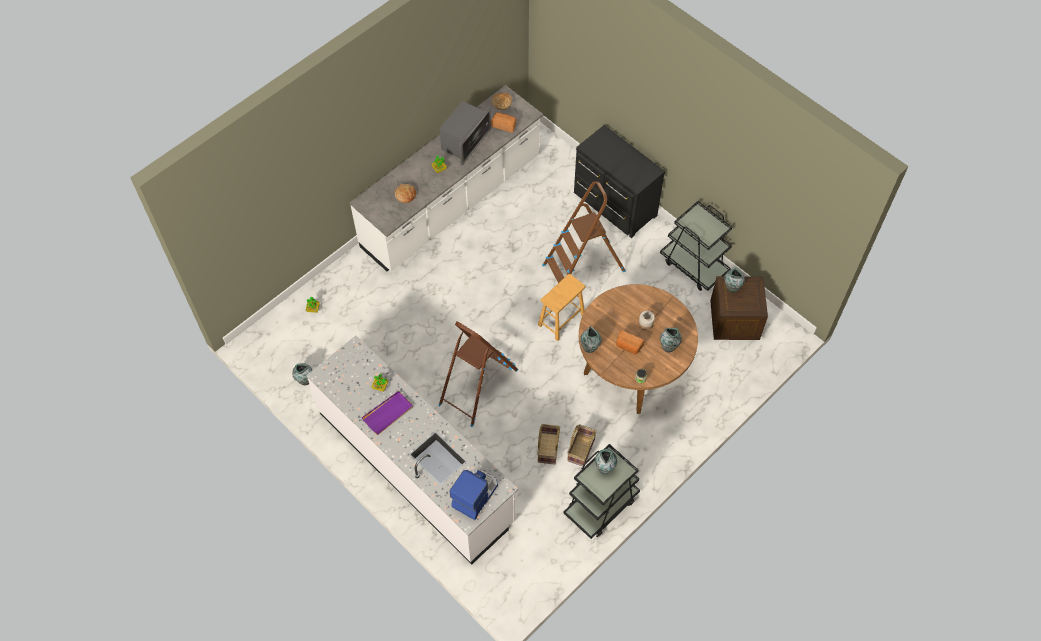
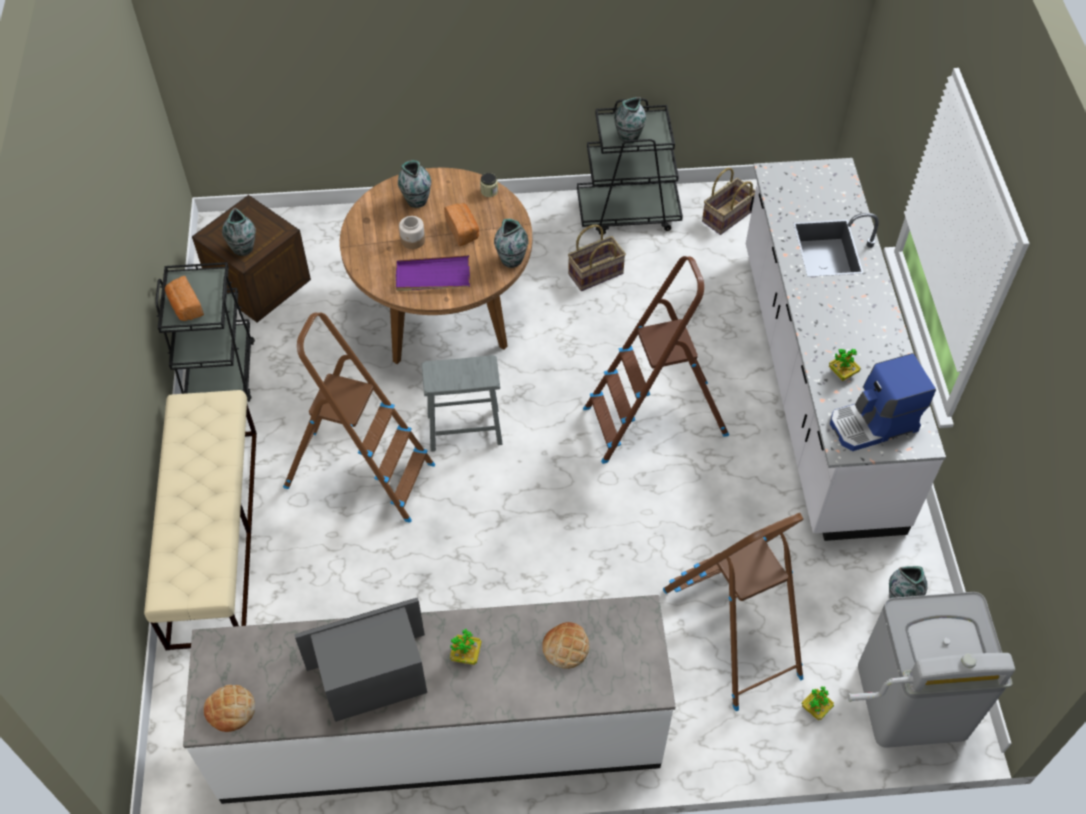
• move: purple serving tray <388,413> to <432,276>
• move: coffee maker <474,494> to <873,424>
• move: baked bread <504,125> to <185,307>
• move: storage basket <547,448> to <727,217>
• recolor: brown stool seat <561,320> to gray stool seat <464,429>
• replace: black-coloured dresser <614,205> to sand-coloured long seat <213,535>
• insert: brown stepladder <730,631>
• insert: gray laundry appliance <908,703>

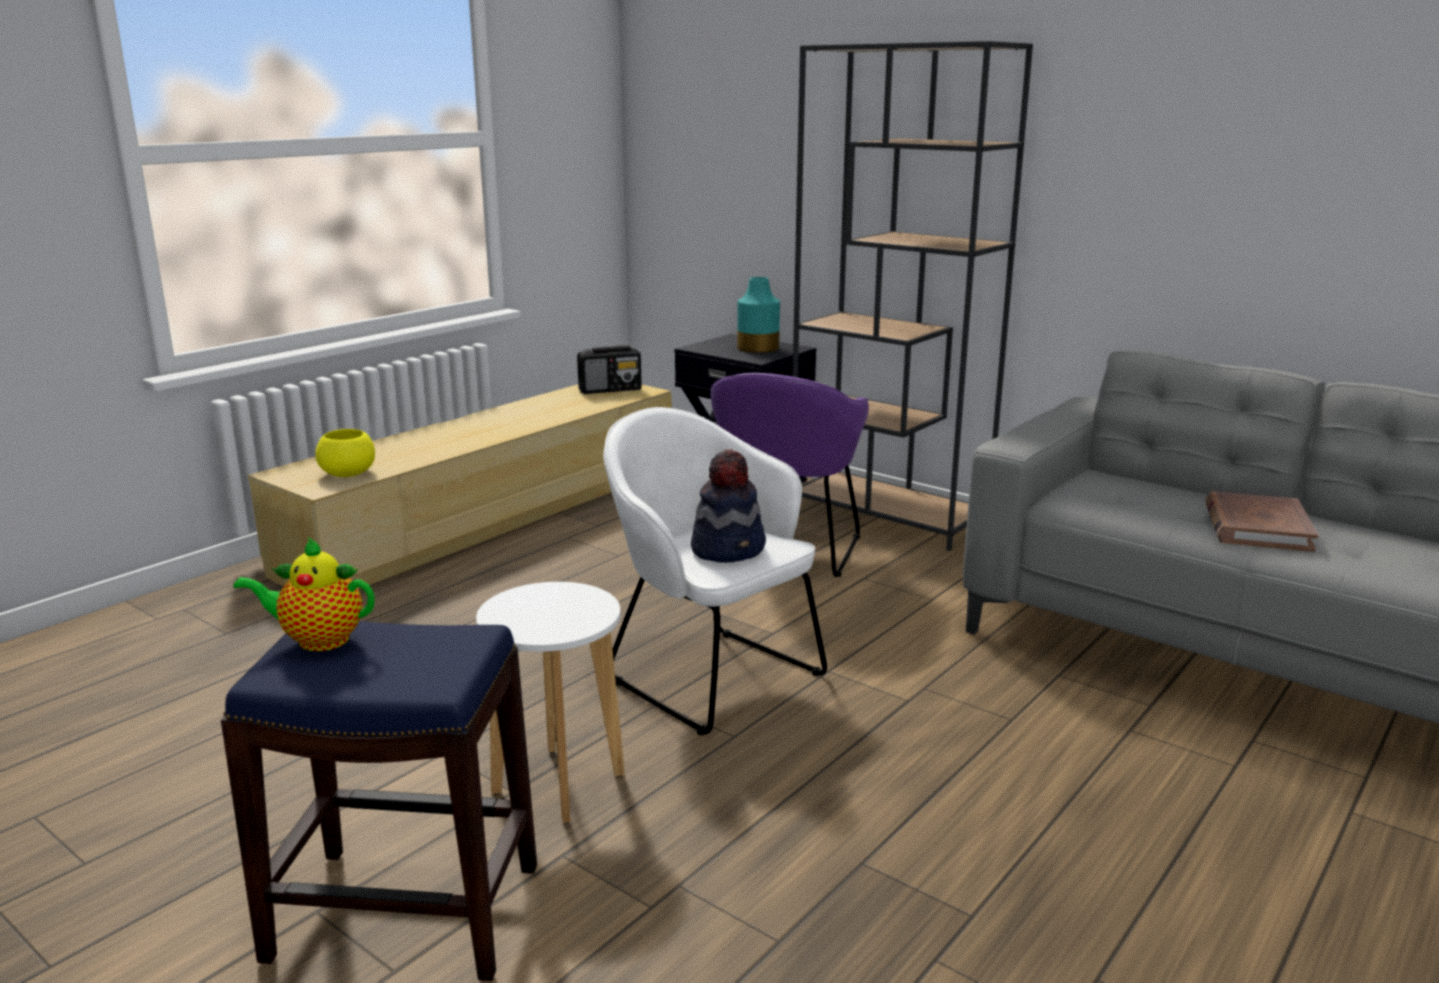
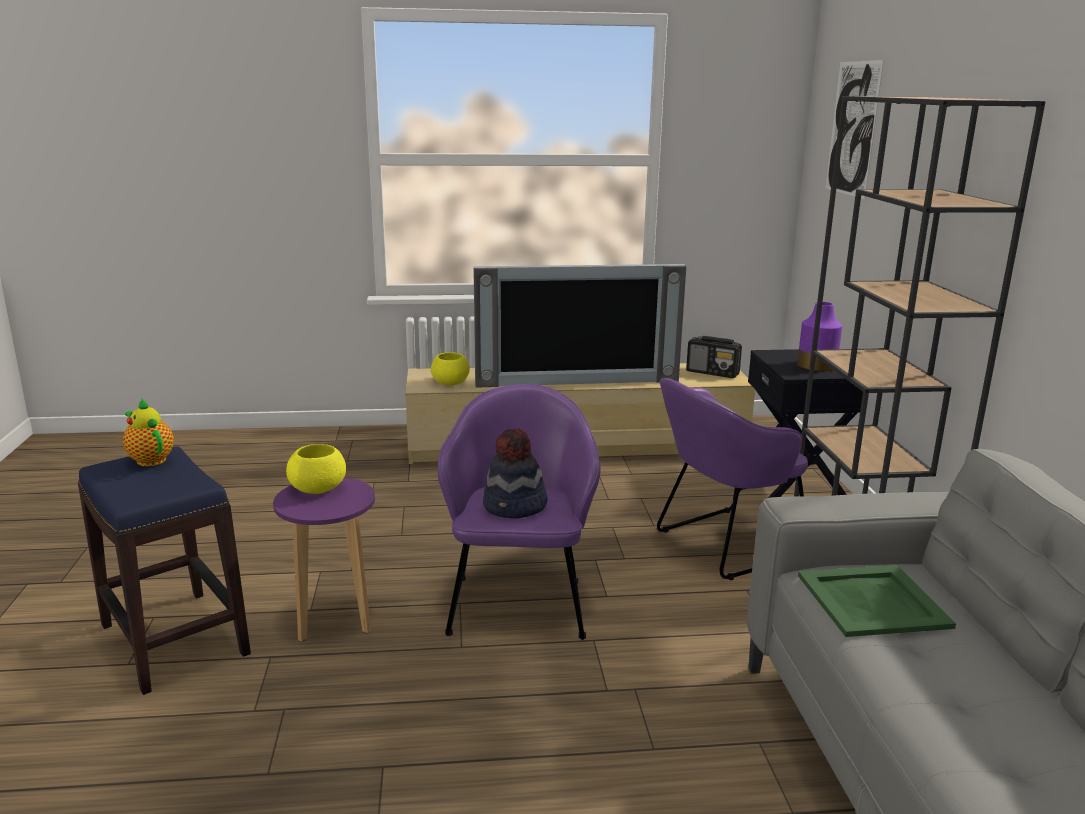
• recolor: white-coloured stool seat <557,784> to purple stool seat <334,618>
• recolor: white-coloured armchair <708,673> to purple armchair <519,600>
• recolor: turquoise-coloured flower vase <757,348> to purple flower vase <816,365>
• delete: brown bound book <1256,527>
• insert: yellowish bowl <319,489>
• insert: TV <576,380>
• insert: green-coloured serving tray <871,600>
• insert: wall picture <852,128>

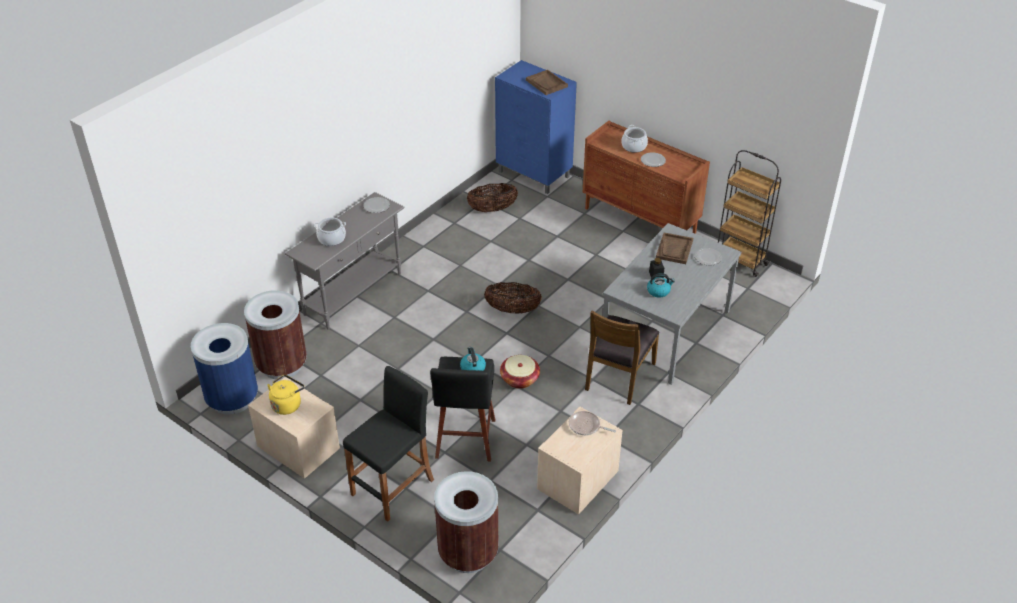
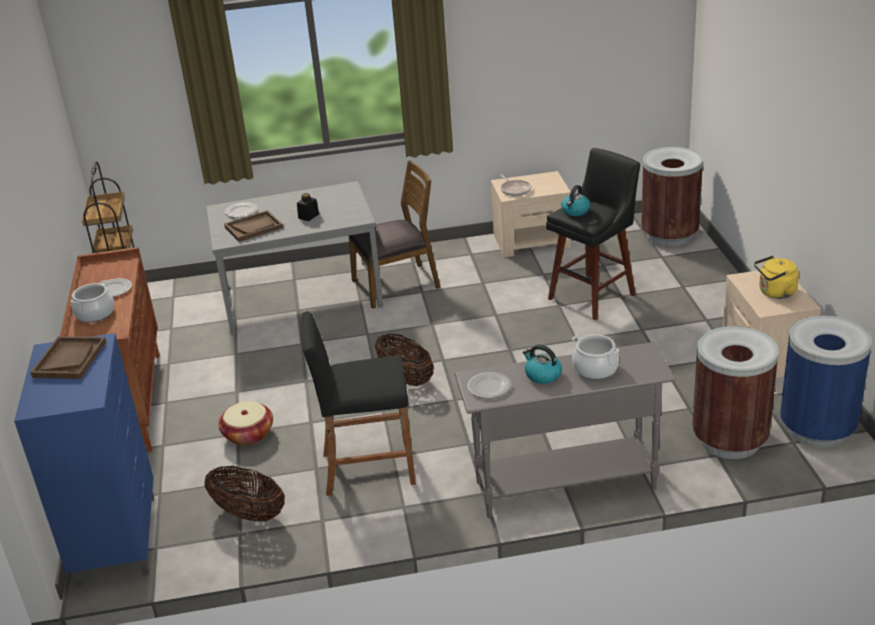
• move: black-coloured stool seat <393,487> to <368,468>
• move: storage basket <520,379> to <248,434>
• move: kettle <659,291> to <542,375>

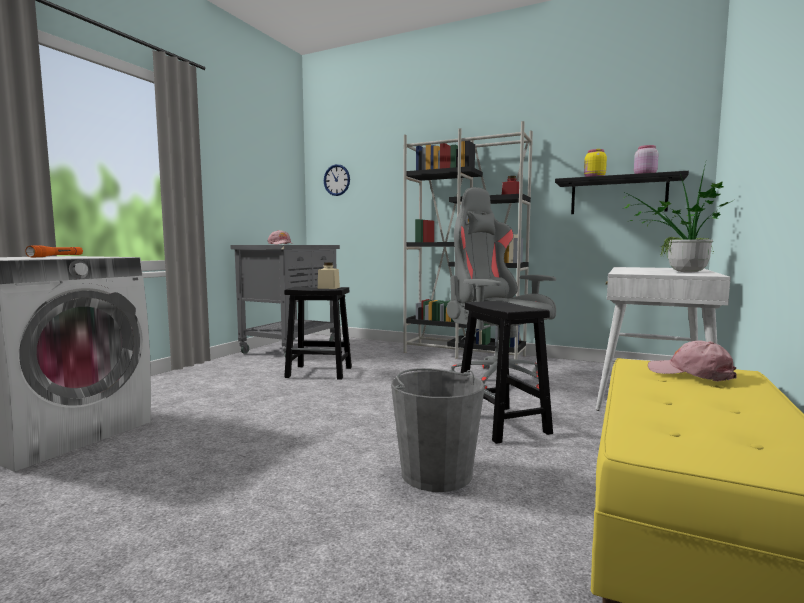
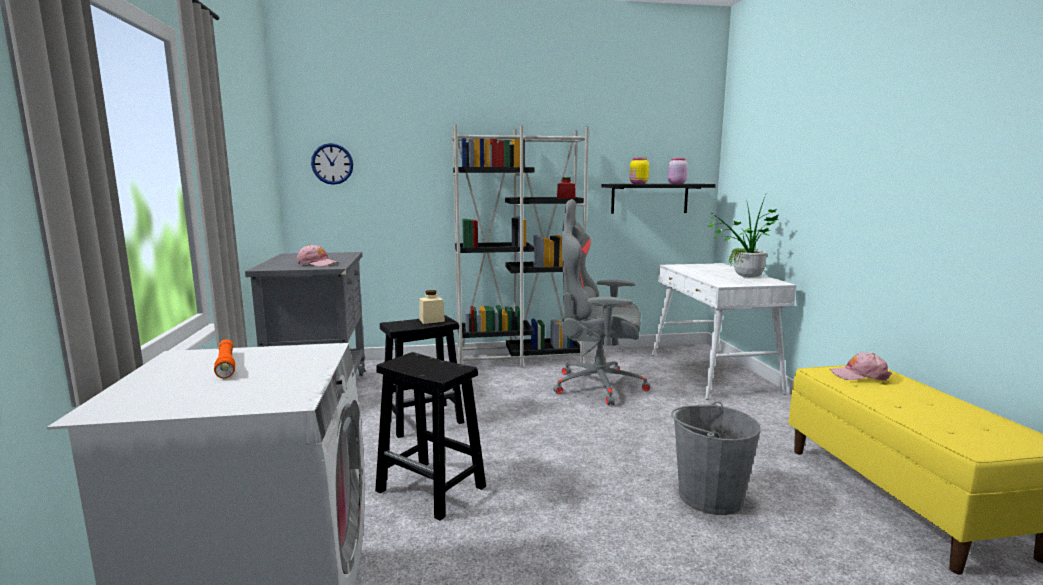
• move: black-coloured stool seat <502,424> to <432,489>

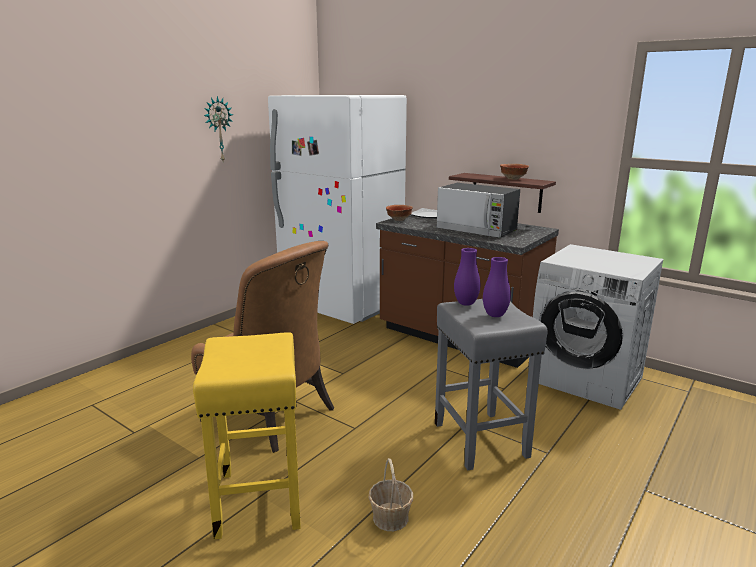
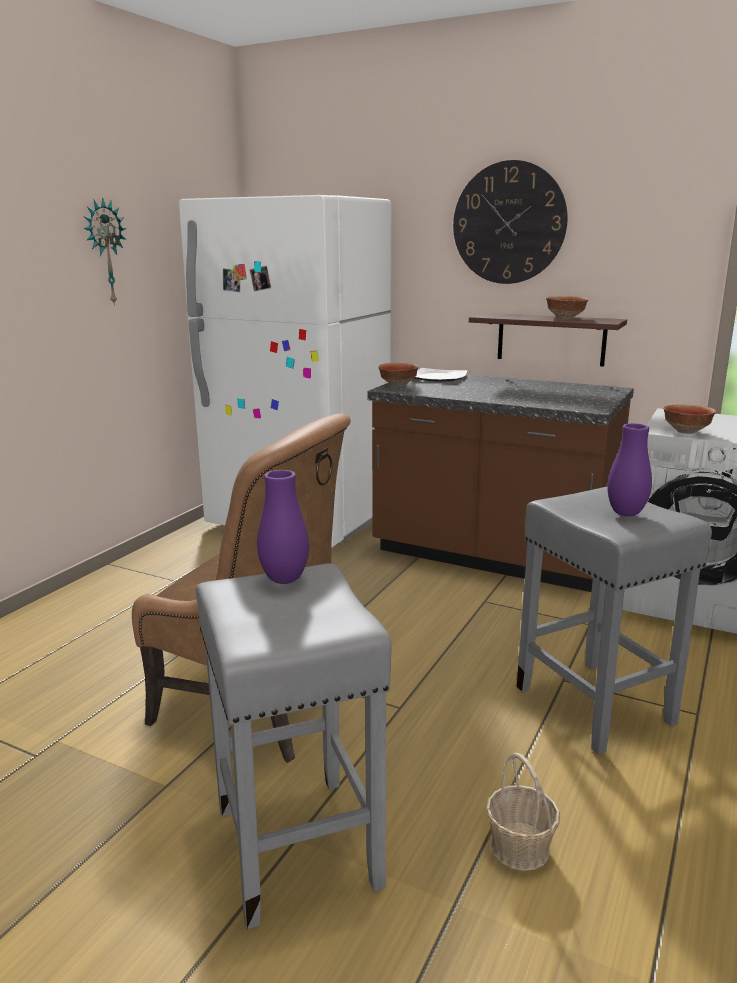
• recolor: yellowish stool seat <259,498> to gray stool seat <295,843>
• delete: microwave oven <476,230>
• move: purple flower vase <466,303> to <284,579>
• insert: hanging clock <509,223>
• insert: bowl <685,431>

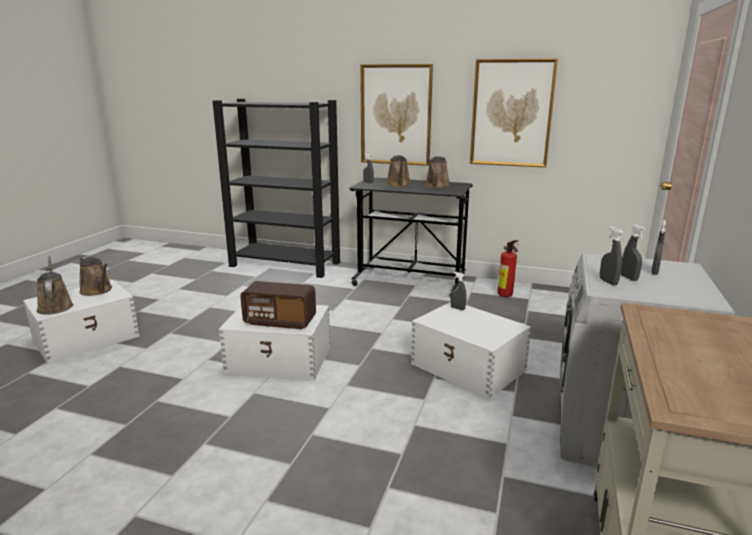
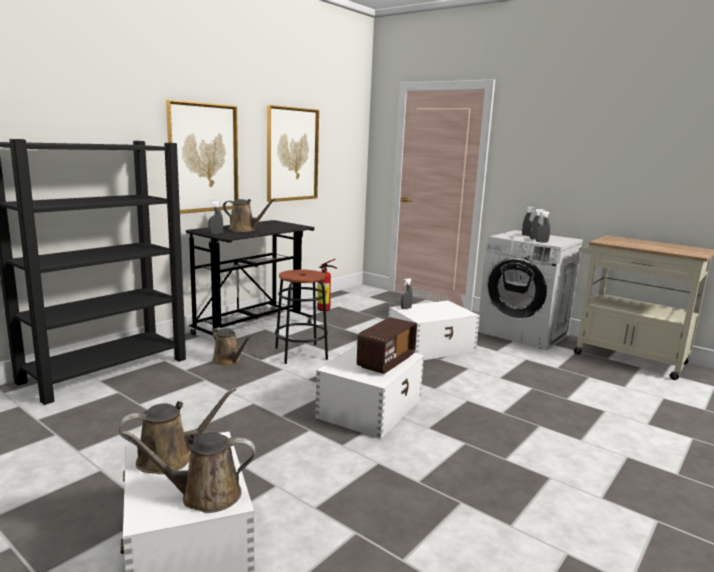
• move: brown watering pot <436,186> to <228,361>
• insert: black-coloured stool seat <301,353>

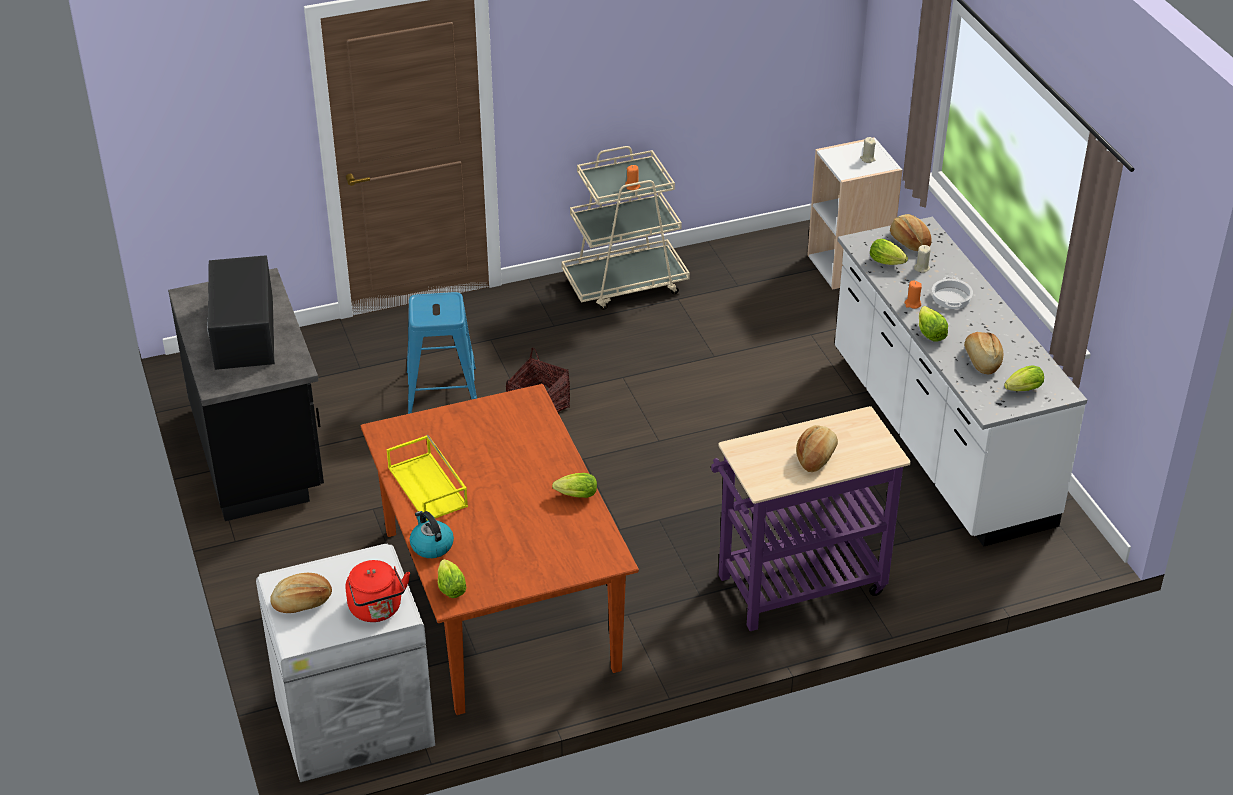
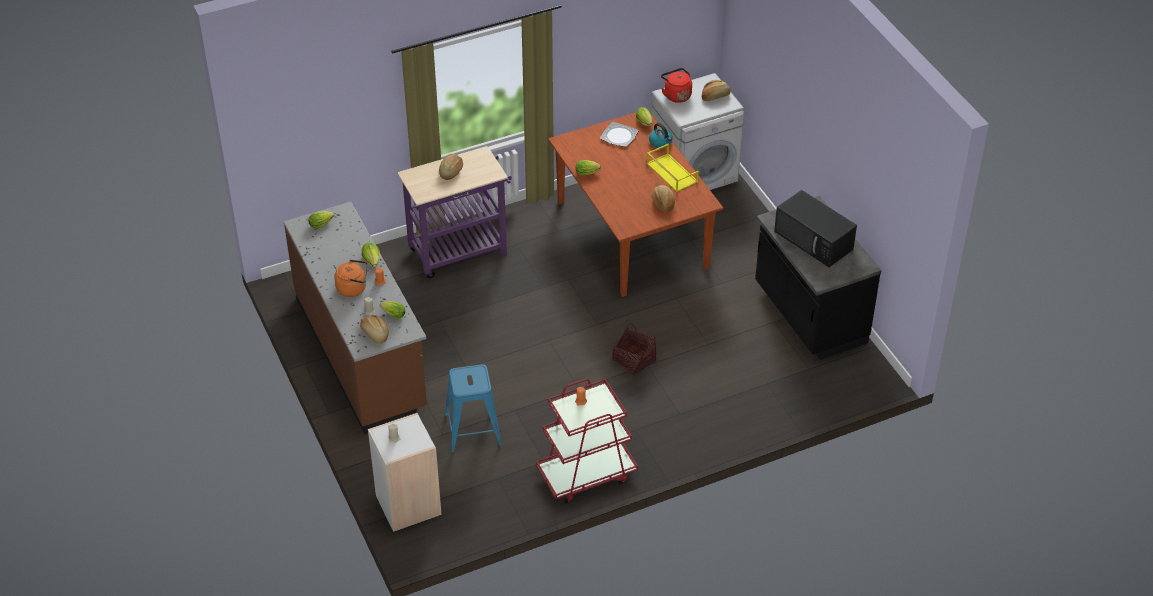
• rotate: black-coloured microwave oven <244,333> = <814,240> 150 degrees clockwise
• move: blue-coloured stool seat <441,391> to <473,430>
• recolor: sand-coloured wheeled cart <625,284> to red-coloured wheeled cart <586,474>
• recolor: white-coloured kitchen base unit <938,439> to brown kitchen base unit <361,353>
• replace: saucepot <950,297> to orange kettle <353,288>
• move: baked bread <981,360> to <663,203>
• insert: dinner plate <618,136>

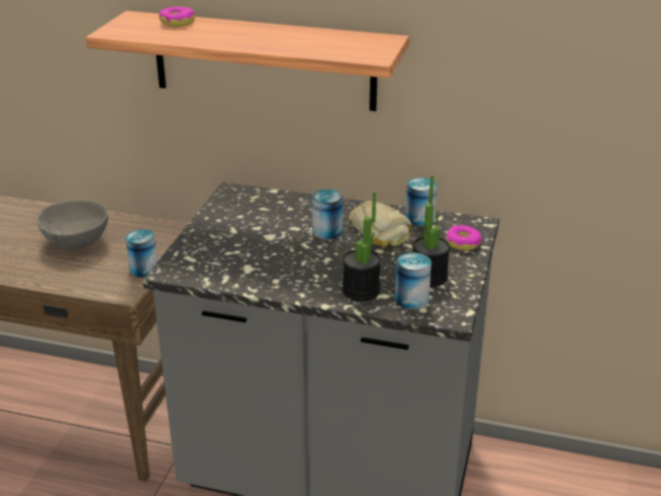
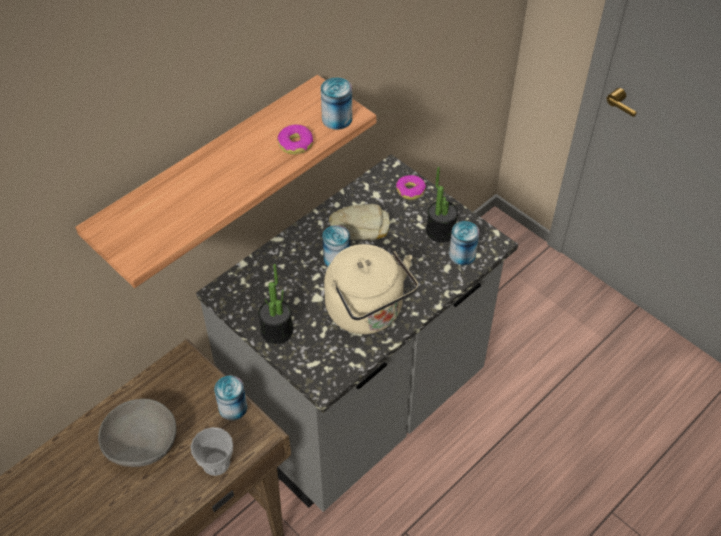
• move: ring doughnut <177,22> to <295,144>
• move: houseplant <361,290> to <277,331>
• move: metal can <420,219> to <337,119>
• insert: cup <216,463>
• insert: sand-coloured kettle <368,313>

